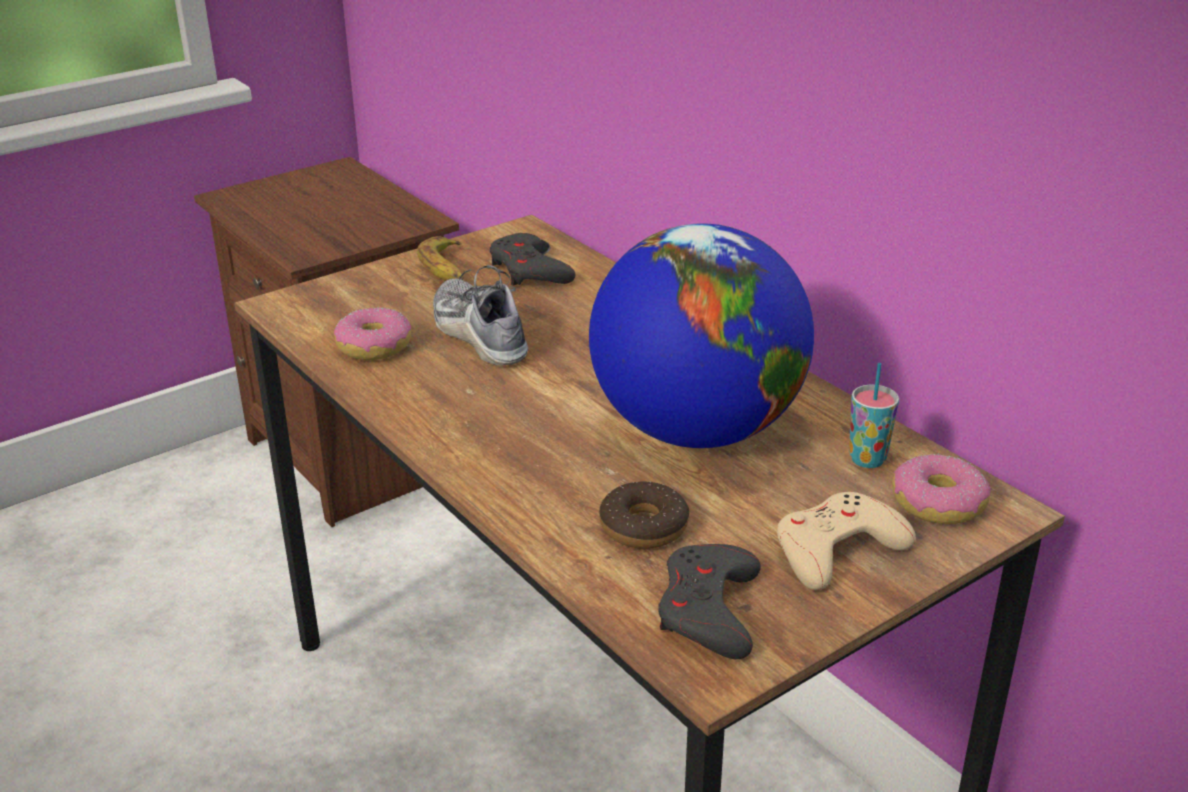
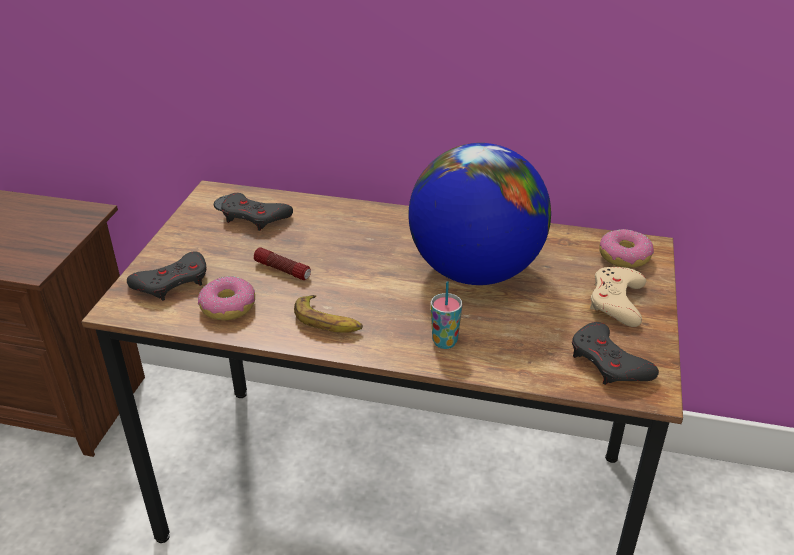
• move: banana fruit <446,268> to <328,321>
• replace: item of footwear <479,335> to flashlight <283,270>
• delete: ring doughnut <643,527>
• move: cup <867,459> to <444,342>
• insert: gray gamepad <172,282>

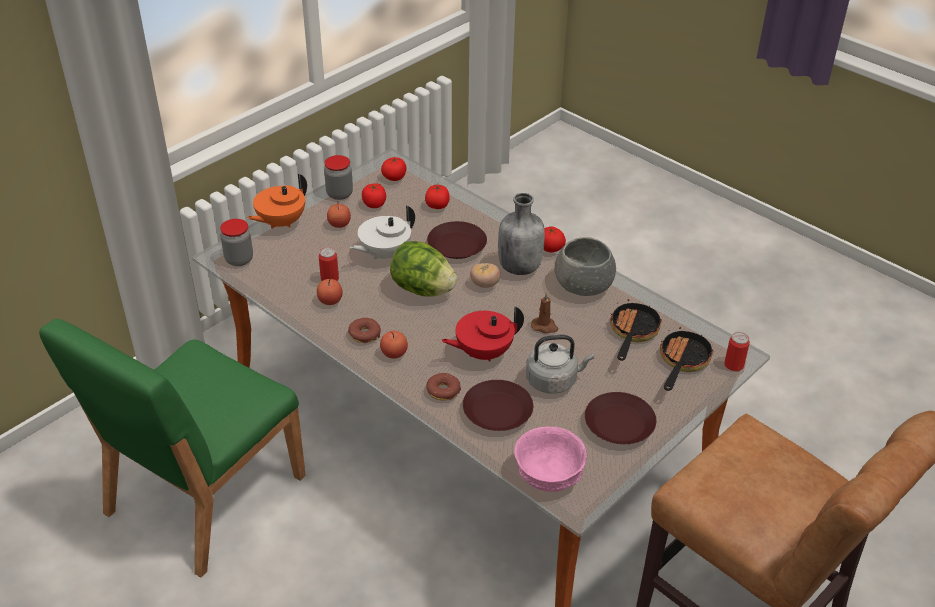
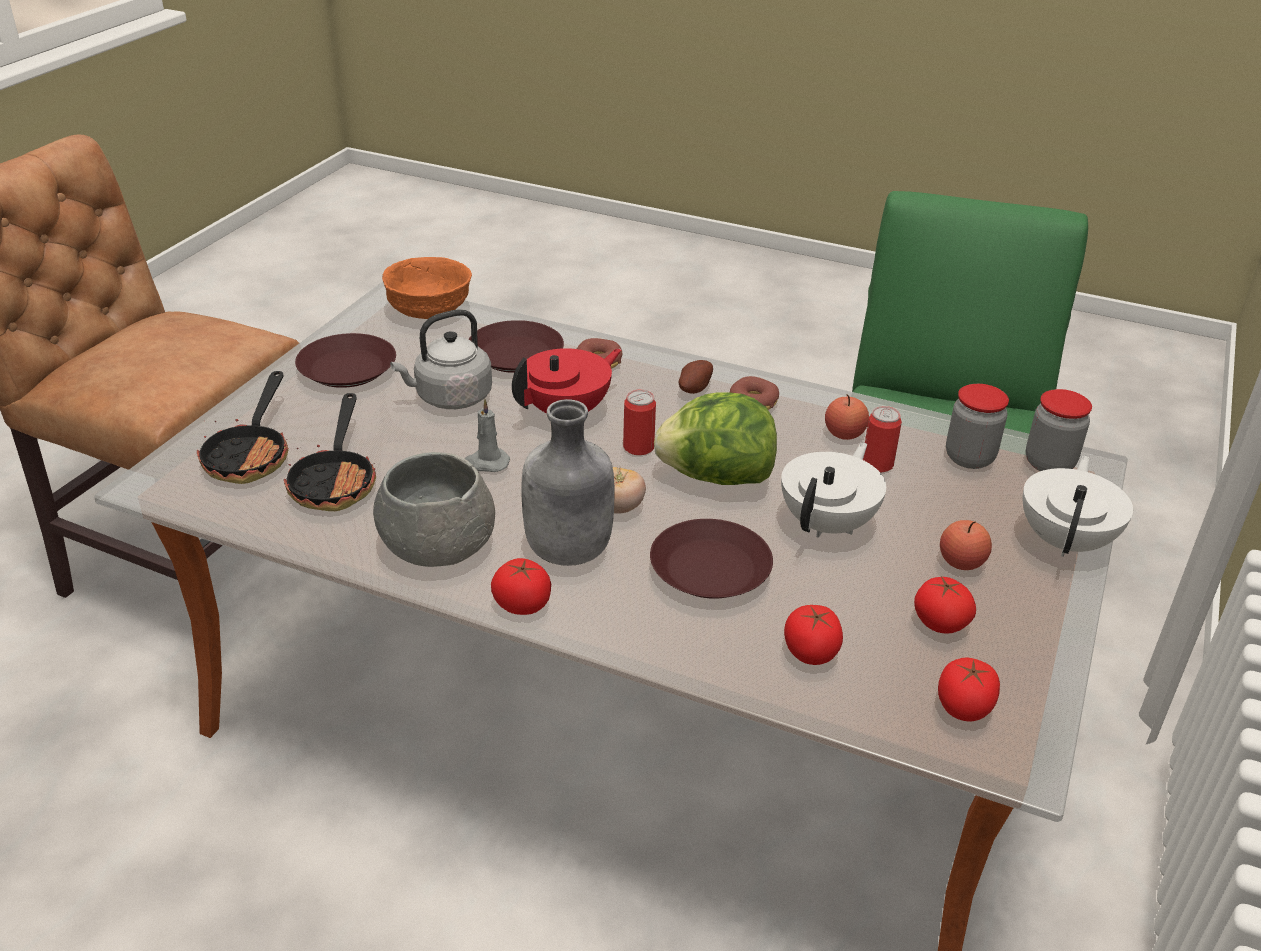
• recolor: orange teapot <280,222> to white-coloured teapot <1066,541>
• move: jar <339,194> to <969,458>
• replace: whole apple <394,353> to spud <693,388>
• recolor: pink-coloured bowl <549,475> to orange bowl <428,312>
• recolor: brown wax light <545,326> to gray wax light <486,463>
• move: metal can <734,365> to <638,447>

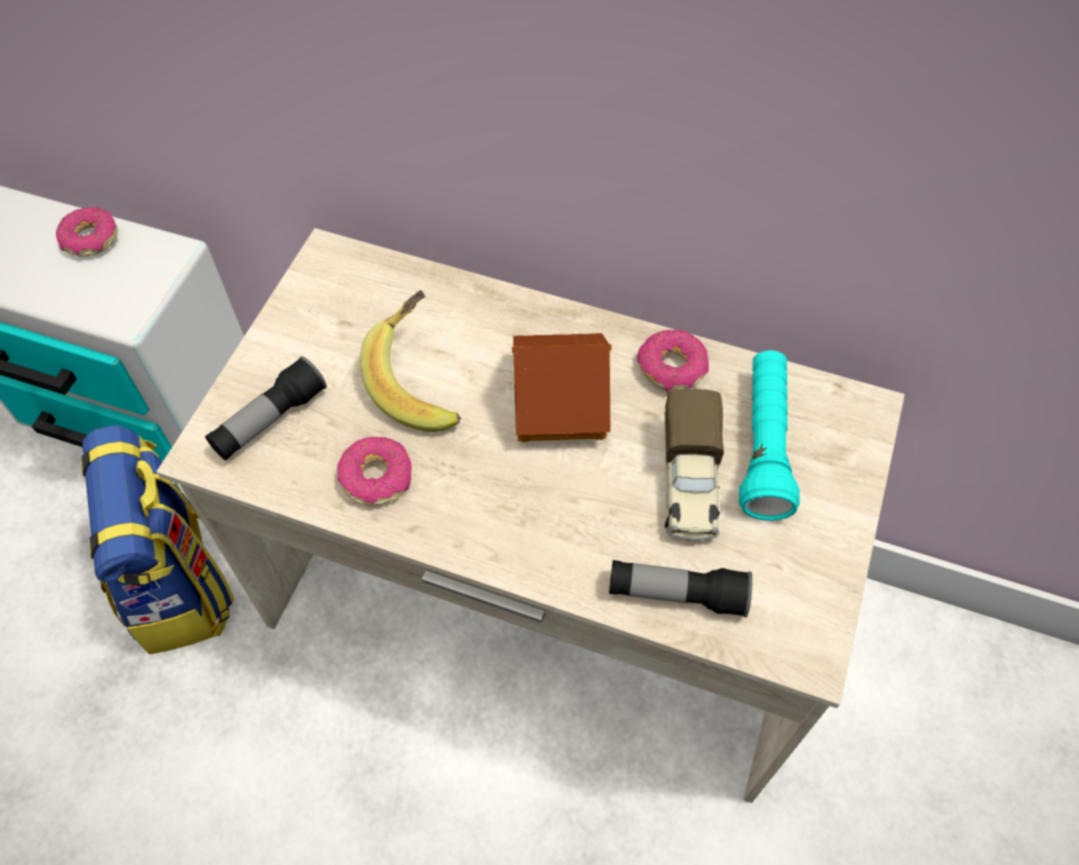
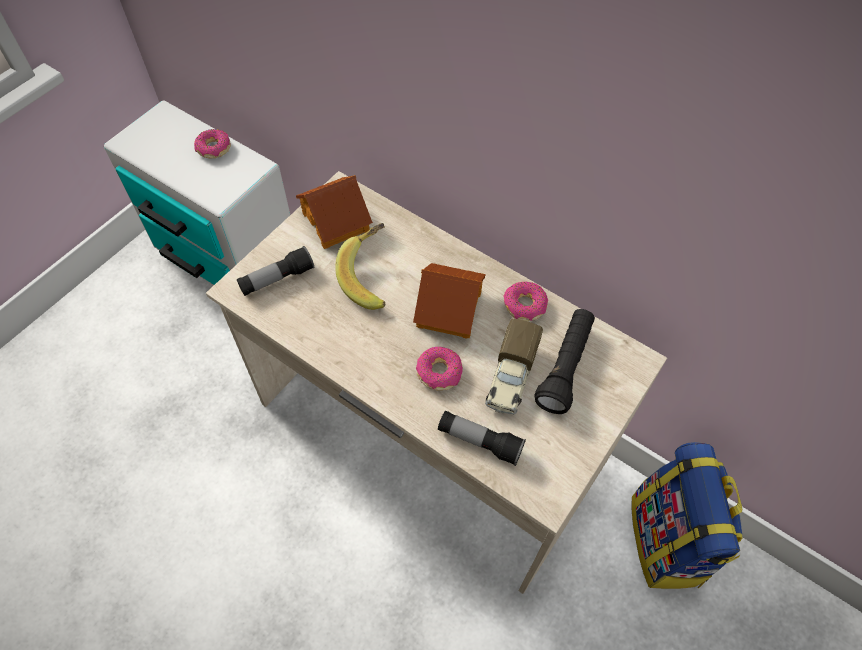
• move: knapsack <183,585> to <667,541>
• move: ring doughnut <377,477> to <439,372>
• recolor: turquoise-coloured flashlight <763,445> to black-coloured flashlight <565,367>
• insert: model house <336,221>

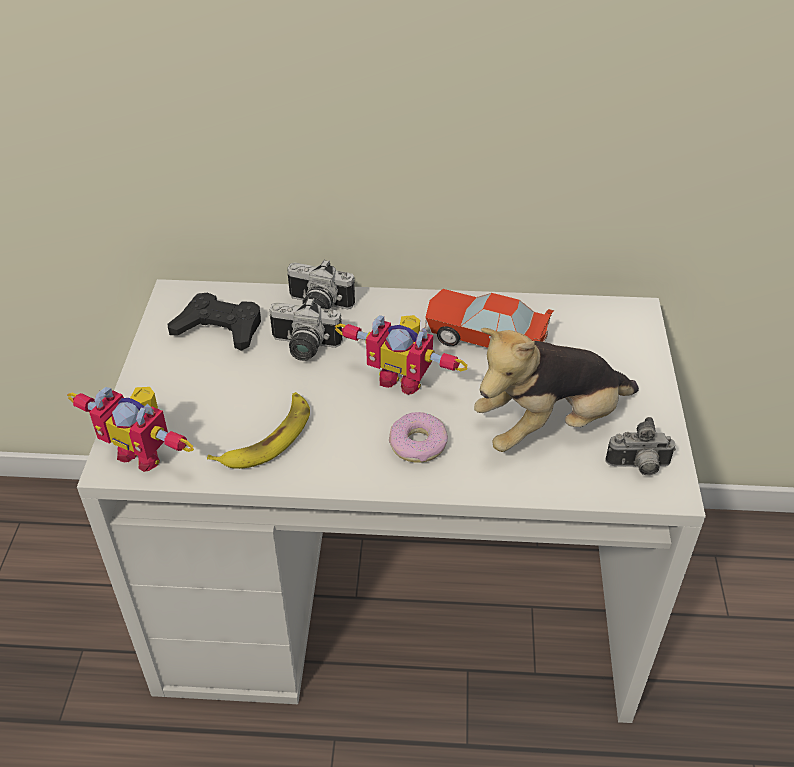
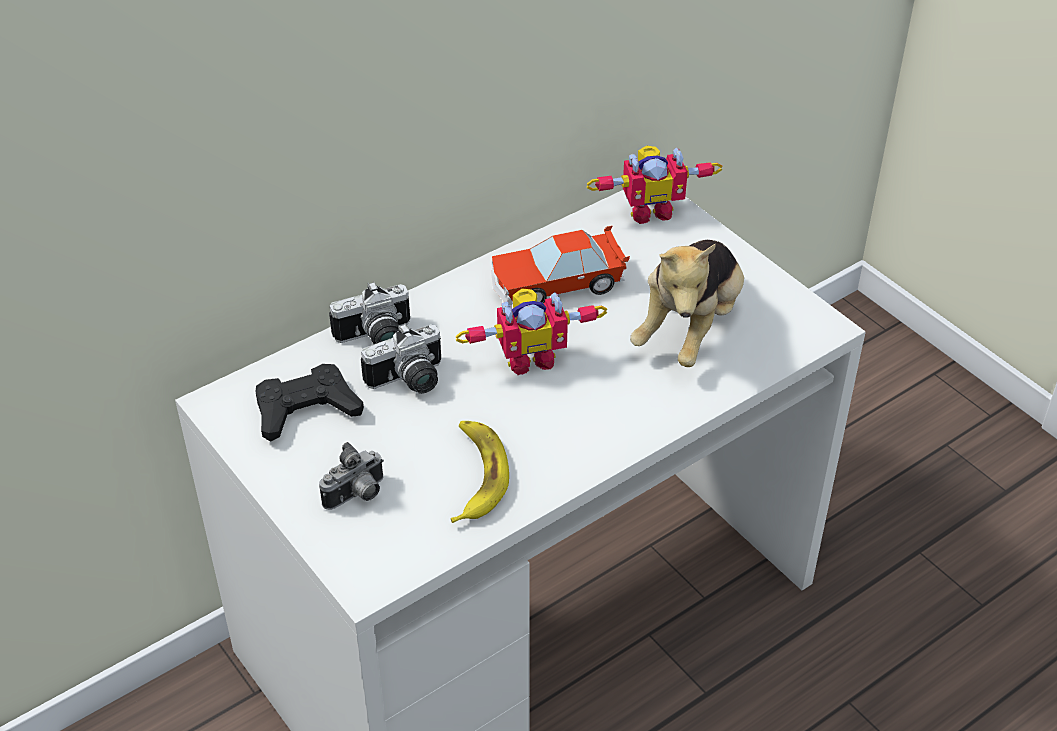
• move: robot figure <144,452> to <650,210>
• delete: ring doughnut <418,444>
• move: photo camera <638,467> to <357,496>

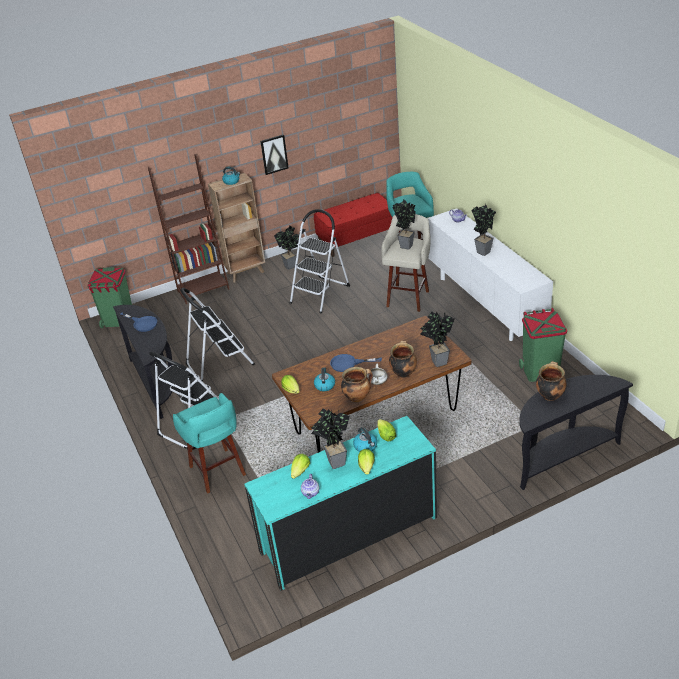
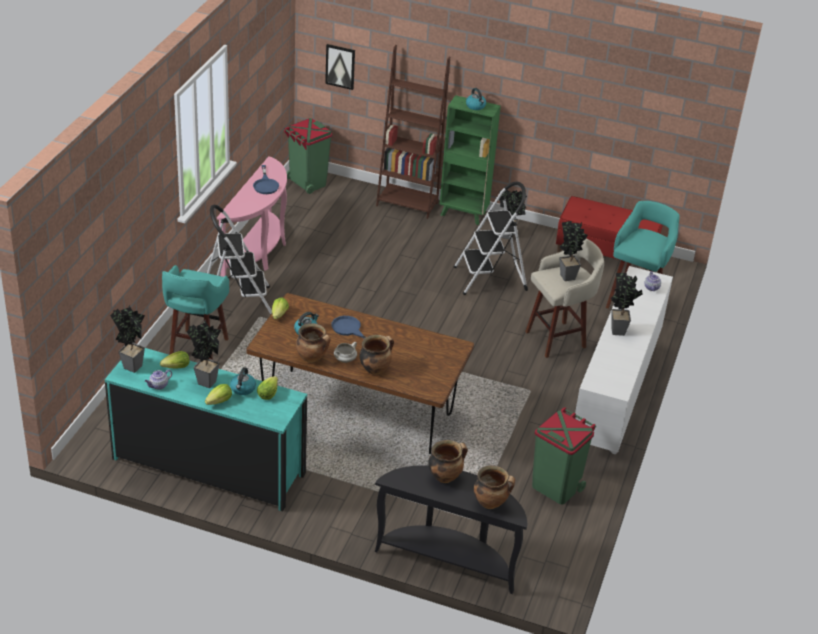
• recolor: black-coloured hall table <158,384> to pink-coloured hall table <259,253>
• delete: stepladder <218,364>
• recolor: brown shelving unit <246,272> to green-coloured shelving unit <463,214>
• move: wall picture <274,154> to <340,66>
• move: houseplant <436,362> to <131,365>
• insert: saucepot <490,503>

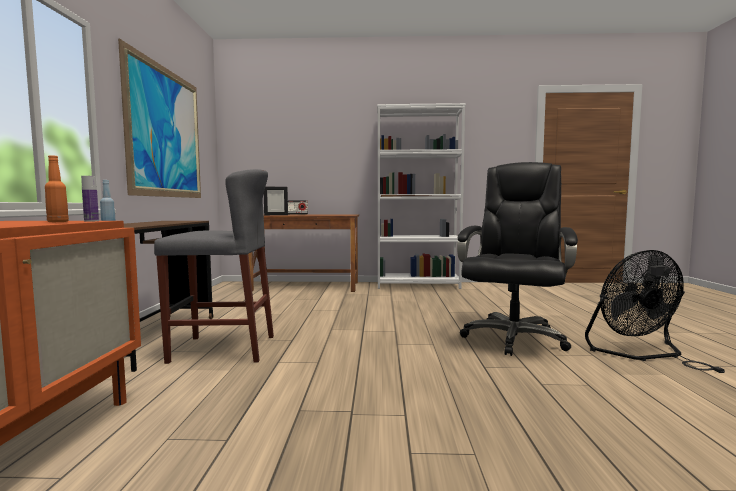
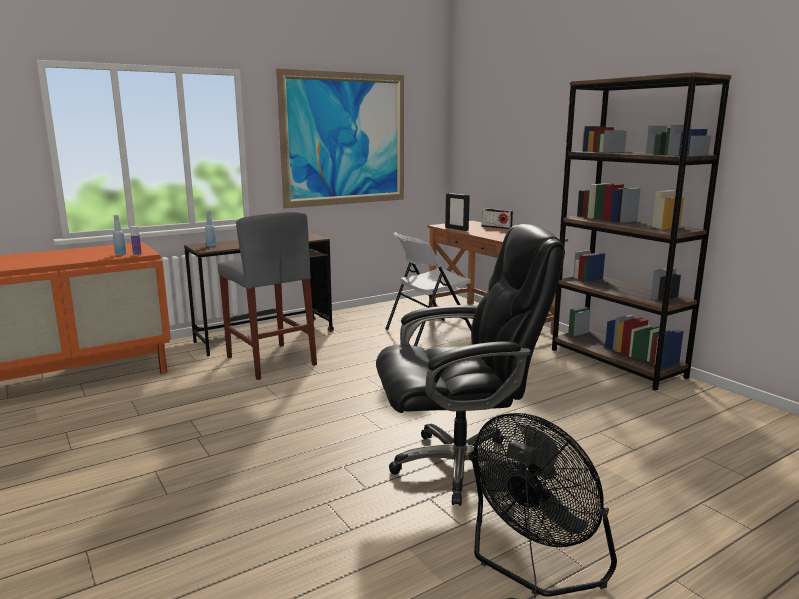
• recolor: orange bottle <58,222> to blue-coloured bottle <120,254>
• recolor: white-coloured shelving unit <418,285> to brown shelving unit <616,363>
• insert: white-coloured upright chair <429,332>

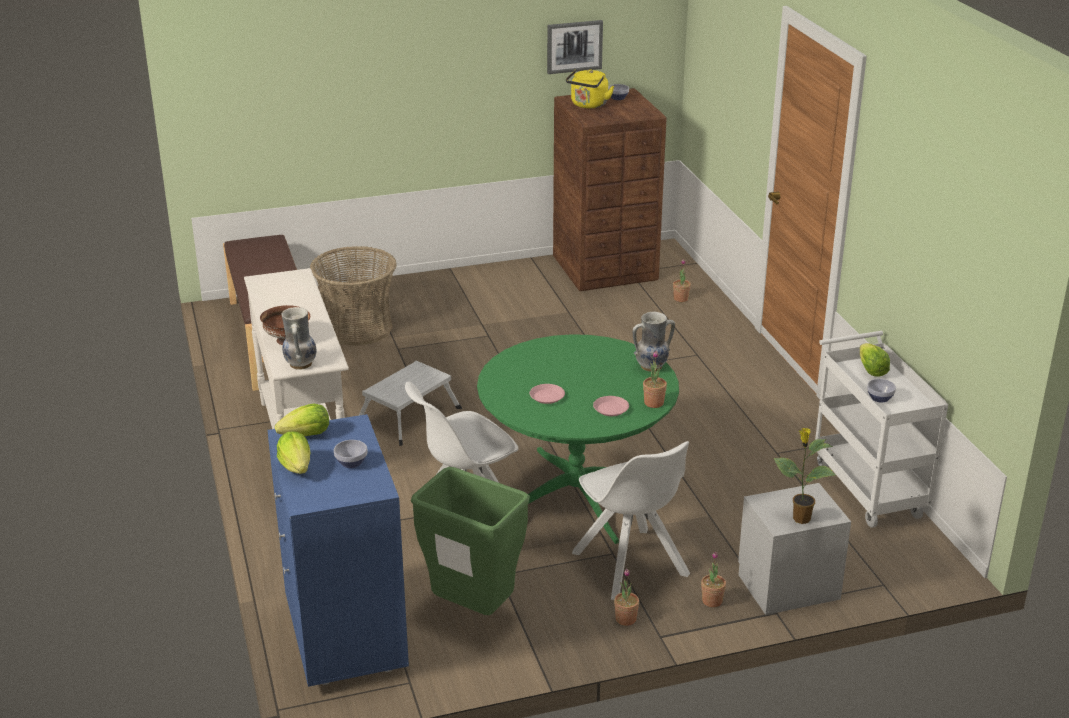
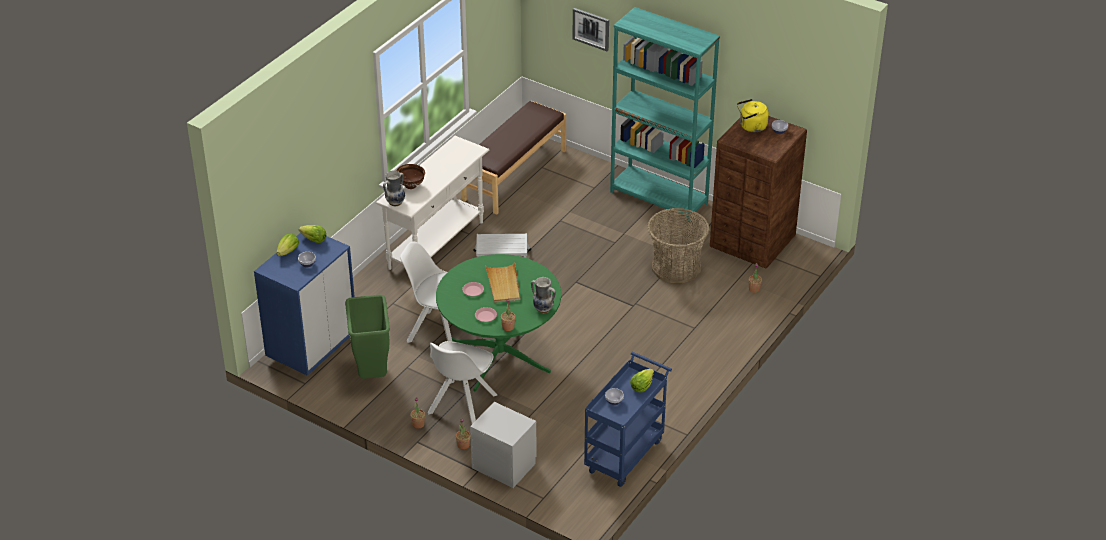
• move: storage basket <357,328> to <676,267>
• move: wall picture <574,46> to <591,28>
• delete: houseplant <800,519>
• recolor: white-coloured wheeled cart <866,490> to blue-coloured wheeled cart <626,456>
• insert: sand-coloured serving tray <503,284>
• insert: turquoise-coloured shelving unit <659,197>

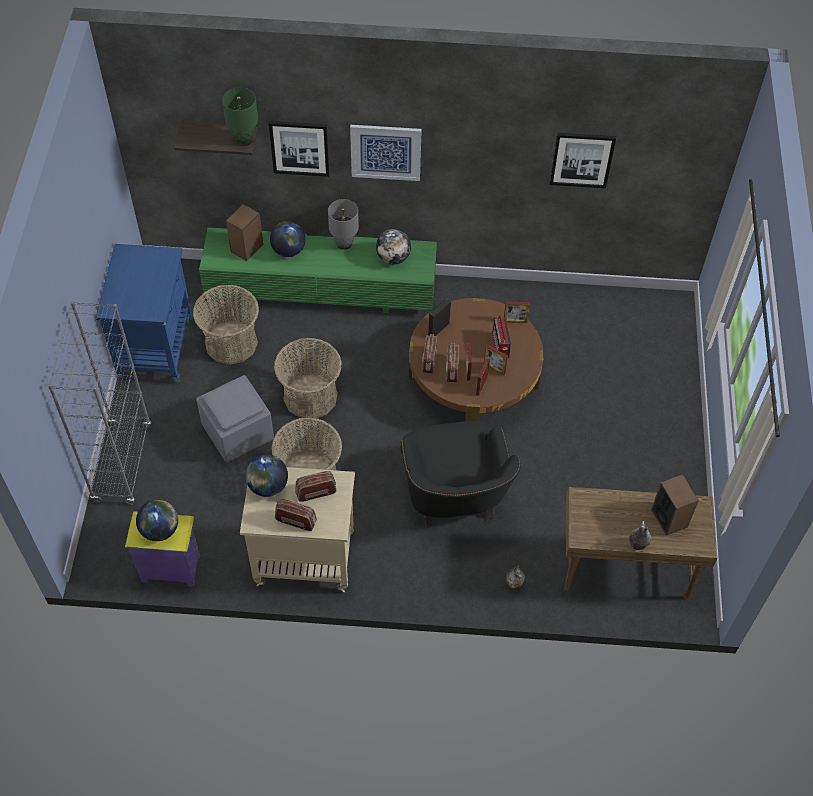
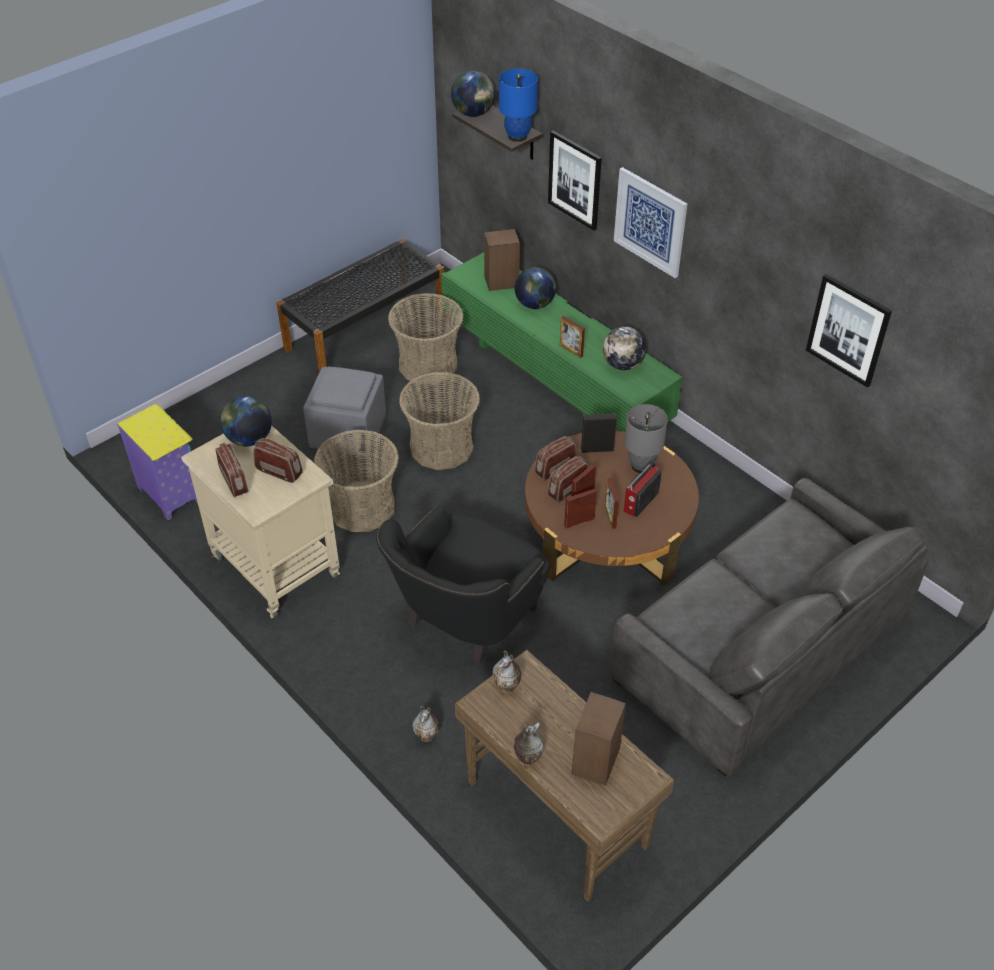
• delete: gray shelving unit <122,463>
• replace: blue-coloured wheeled cart <156,348> to black-coloured long seat <365,331>
• move: globe <160,530> to <473,113>
• recolor: green-coloured tabletop lamp <244,140> to blue-coloured tabletop lamp <517,136>
• move: gray tabletop lamp <344,243> to <641,466>
• move: picture frame <515,321> to <571,350>
• insert: flower vase <507,687>
• insert: gray couch <760,650>

